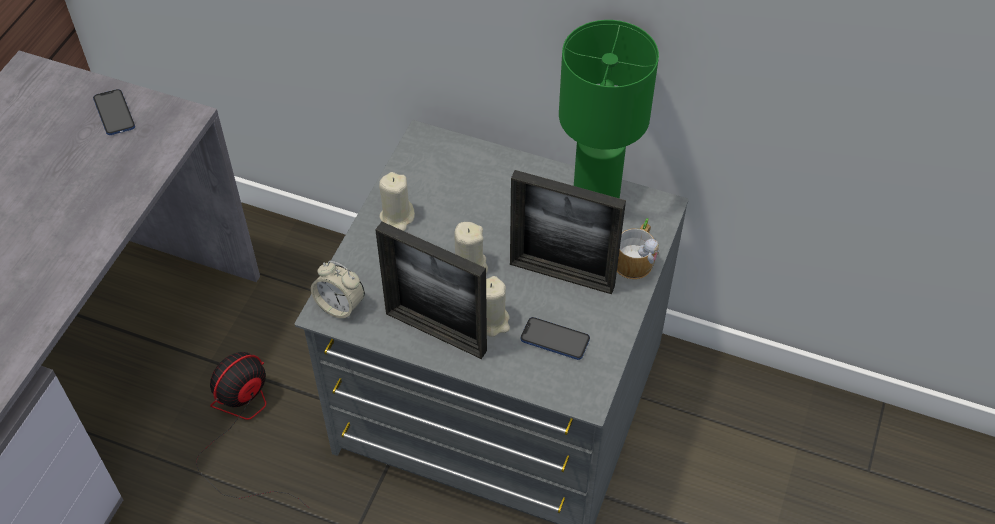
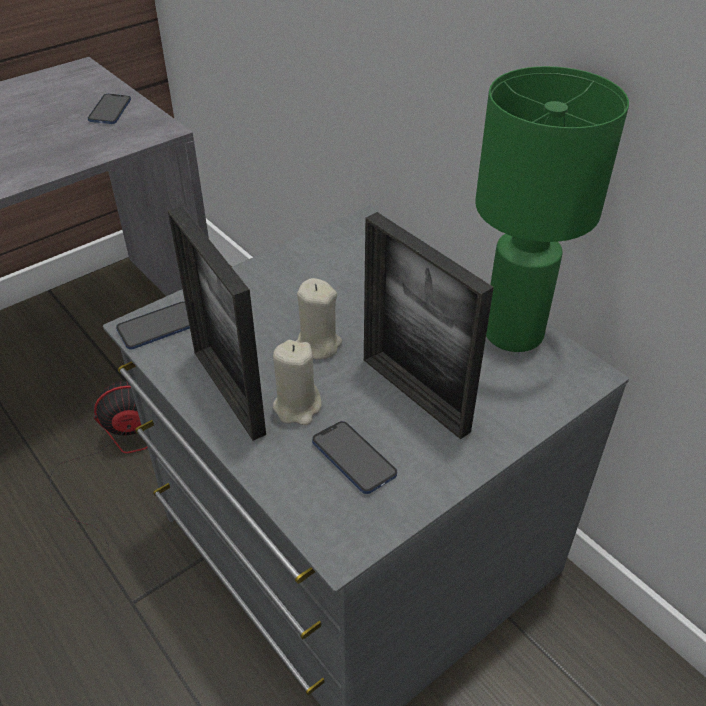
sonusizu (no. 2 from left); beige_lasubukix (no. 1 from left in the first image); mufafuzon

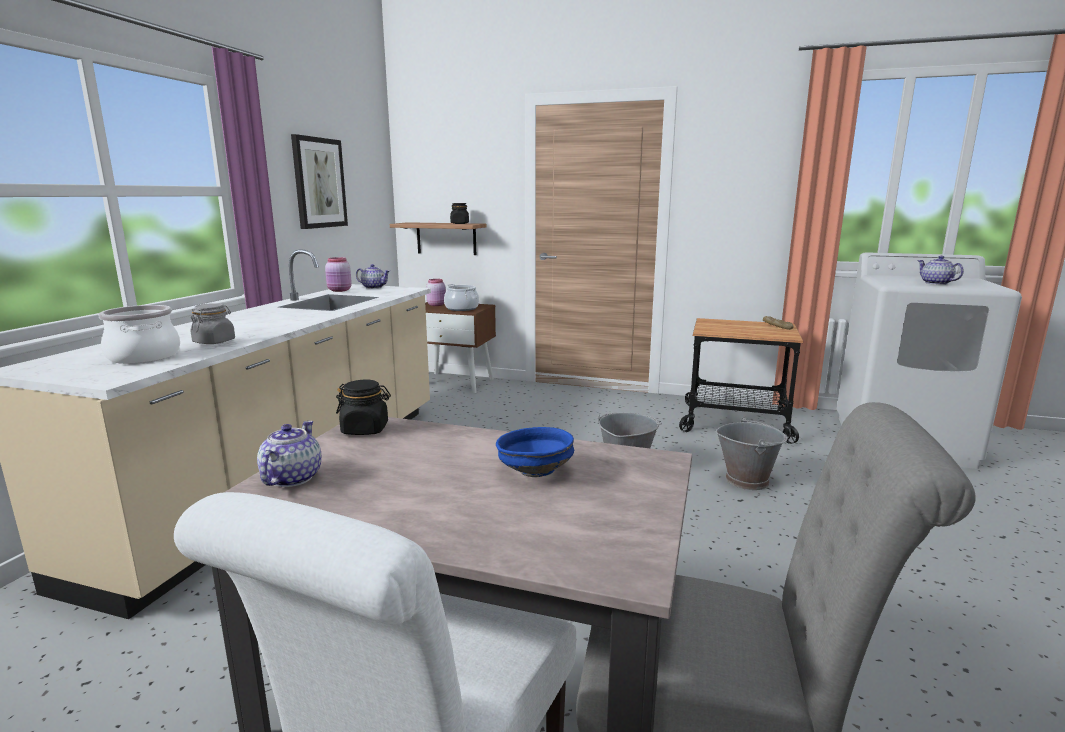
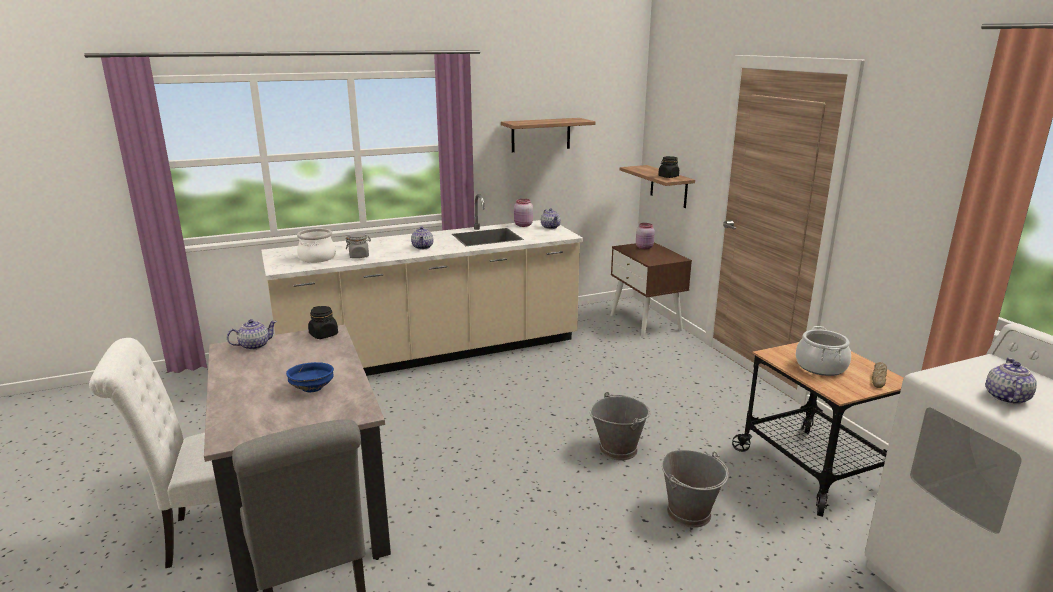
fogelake (no. 2 from left); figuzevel (no. 1 from left); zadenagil (no. 2 from left)

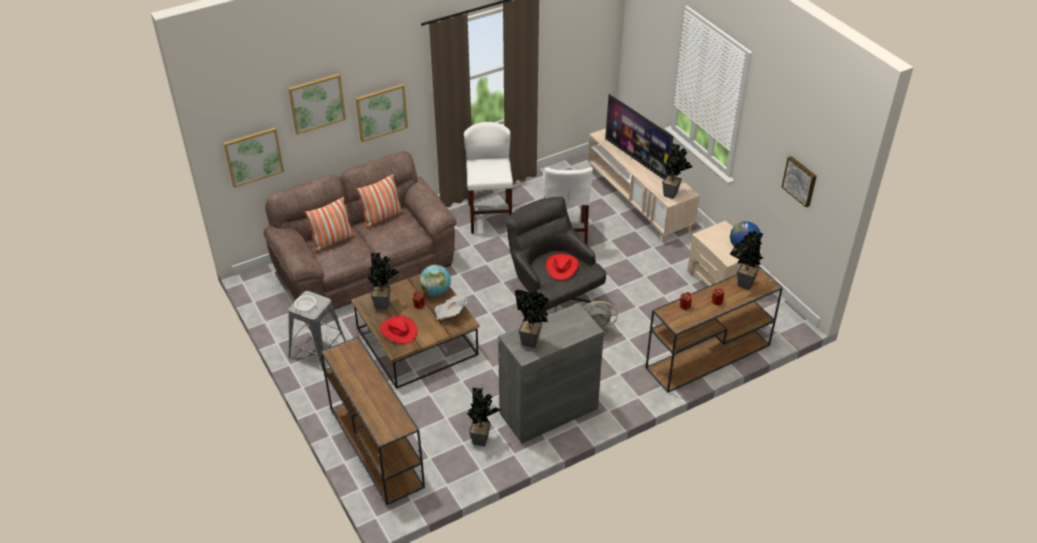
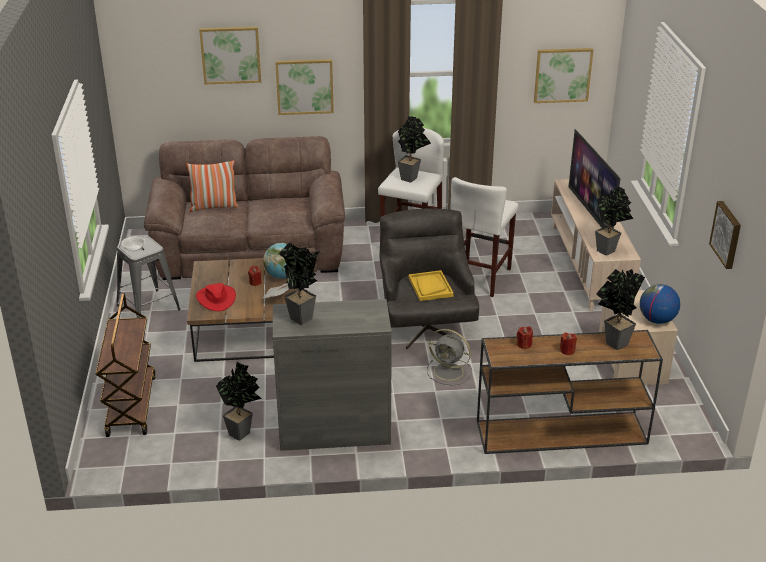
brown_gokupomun; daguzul (no. 3 from left); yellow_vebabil; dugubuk (no. 3 from left); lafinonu (no. 2 from left in the first image)

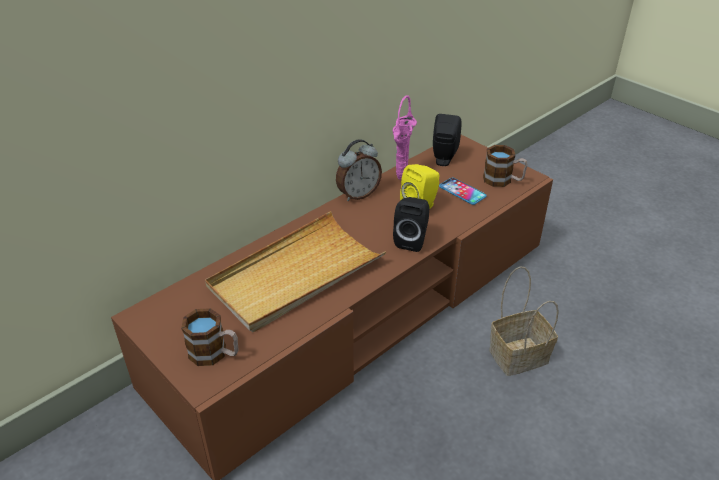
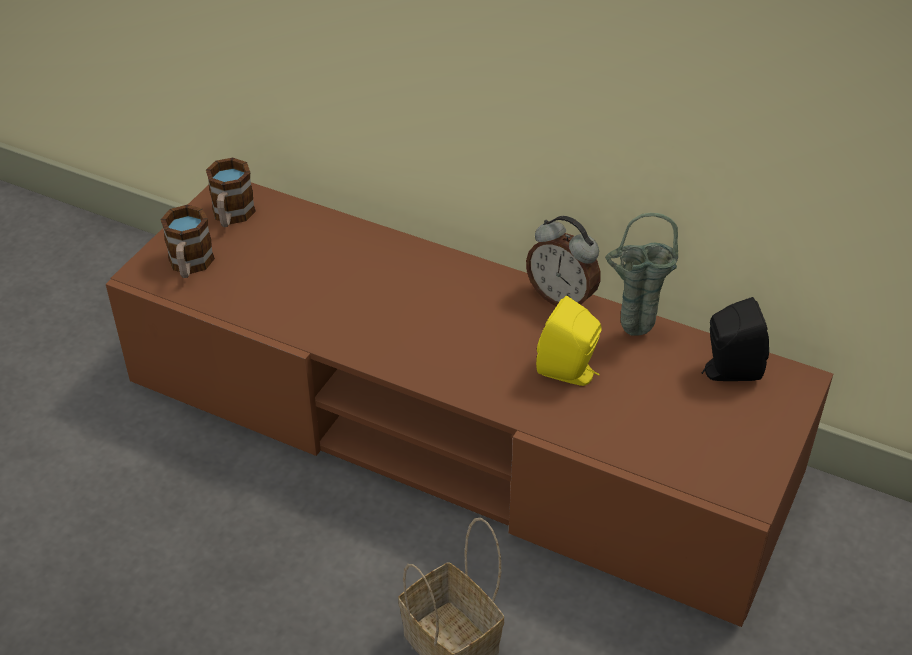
mufafuzon (no. 2 from left); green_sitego; beige_vebabil; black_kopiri (no. 1 from left in the first image); sonusizu

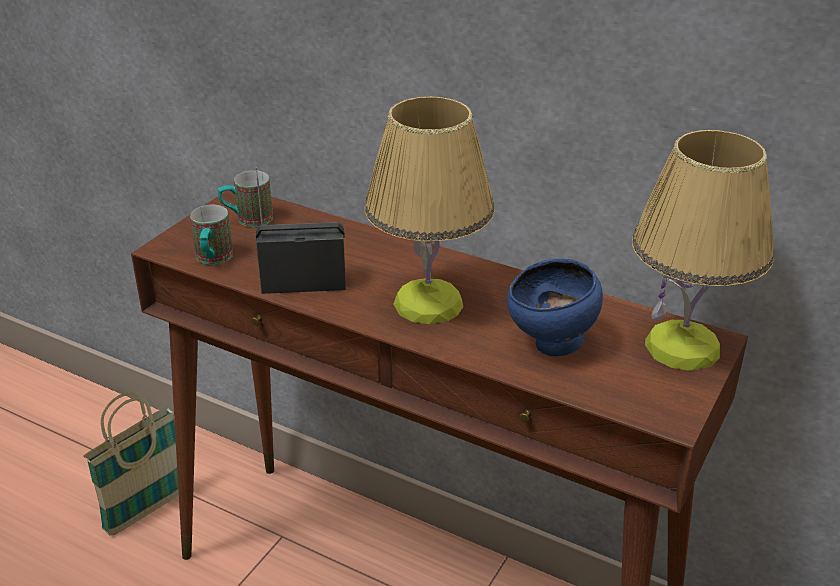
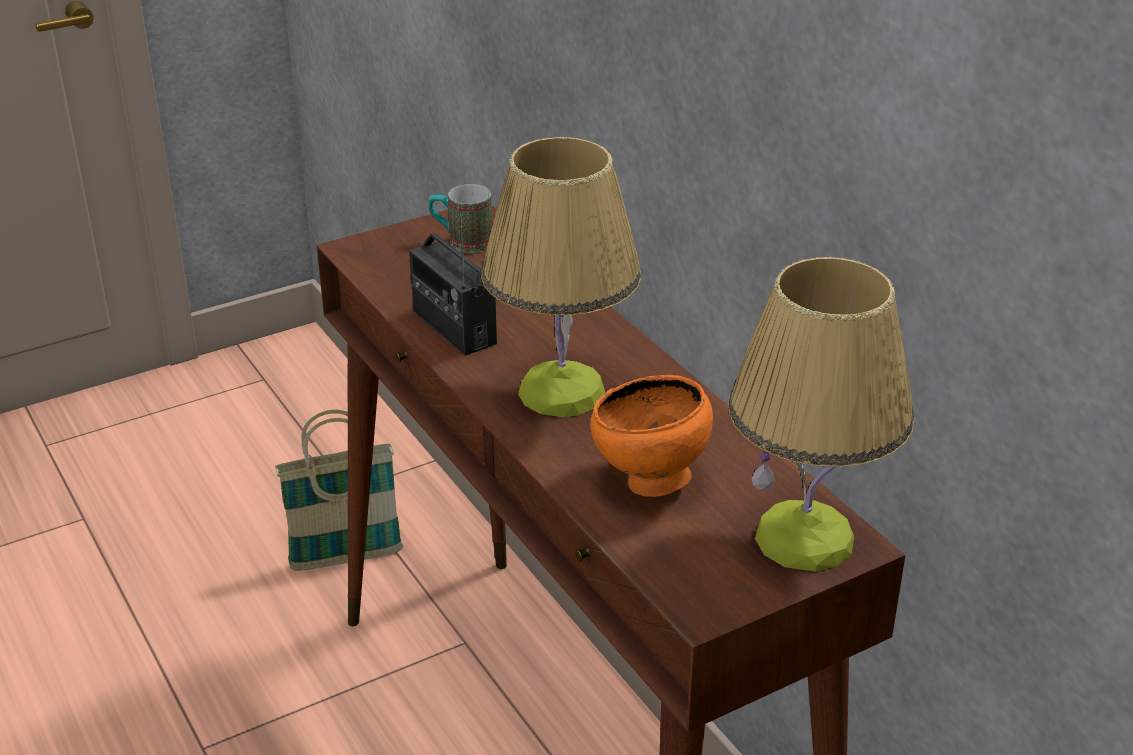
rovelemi; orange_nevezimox; mufafuzon (no. 1 from left in the first image)

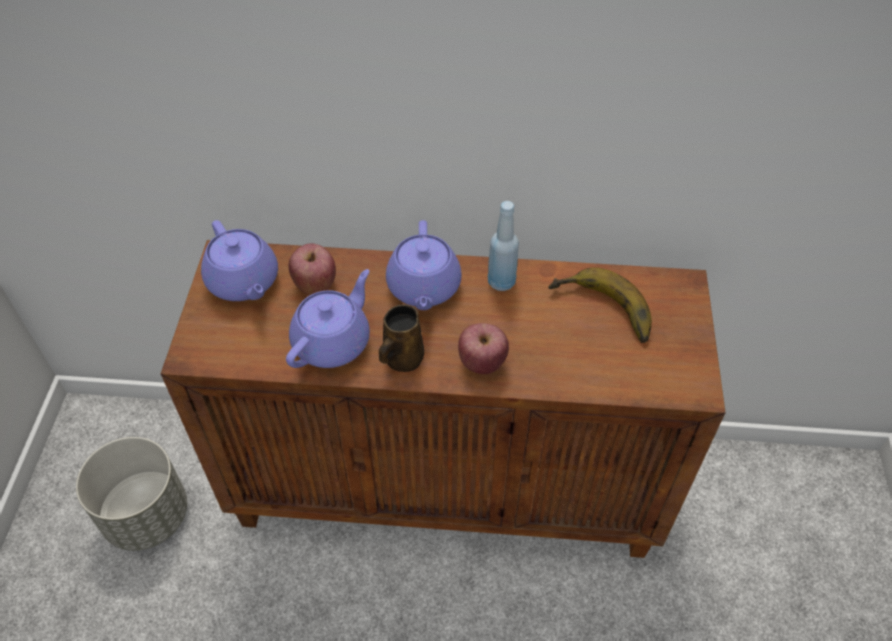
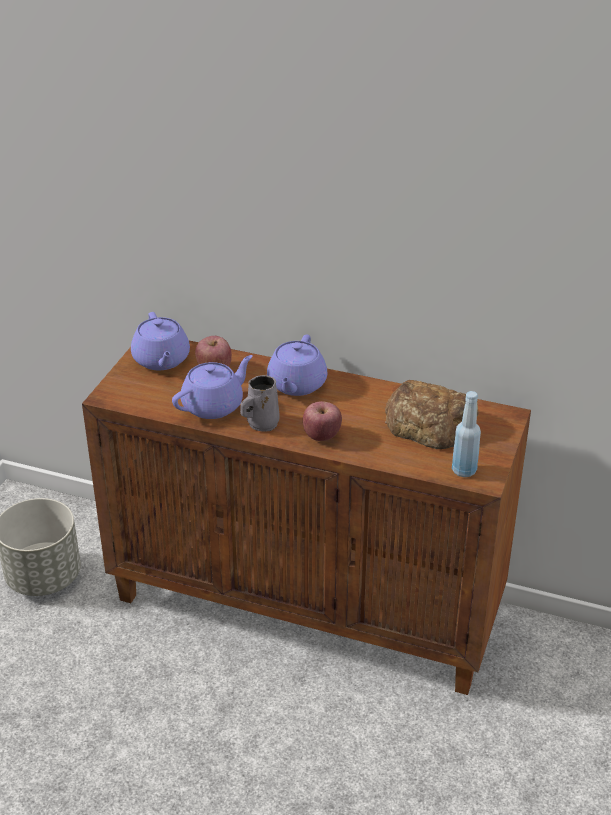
grey_mufafuzon; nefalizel; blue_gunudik

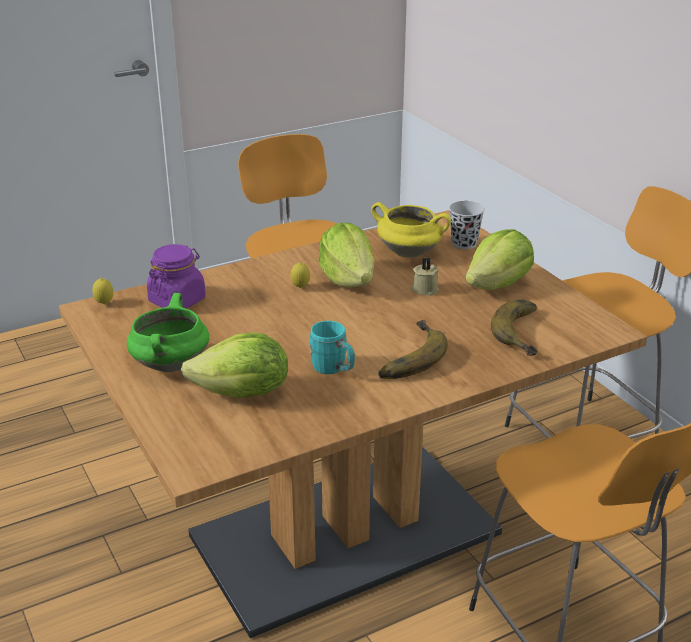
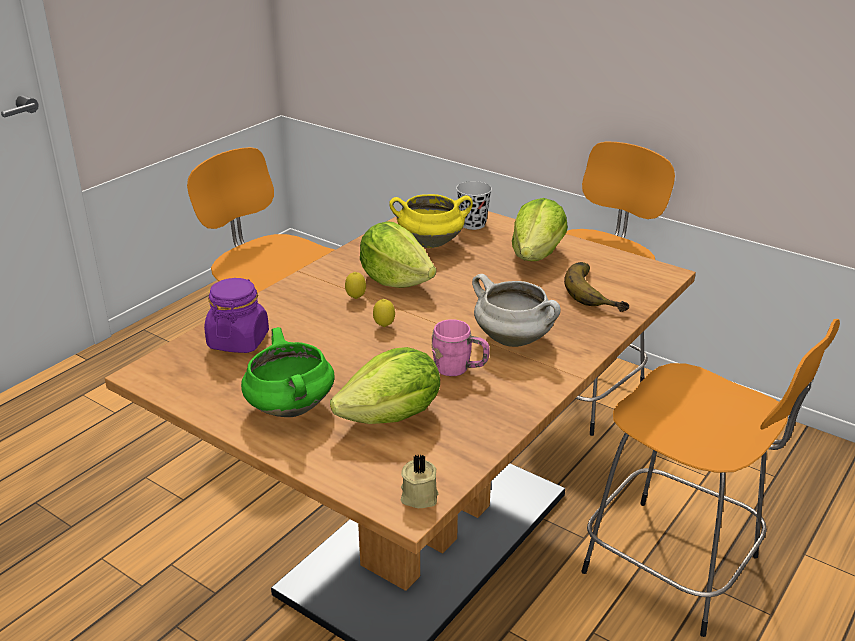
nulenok (no. 2 from left); beige_lasubukix; pink_mufafuzon; white_zadenagil

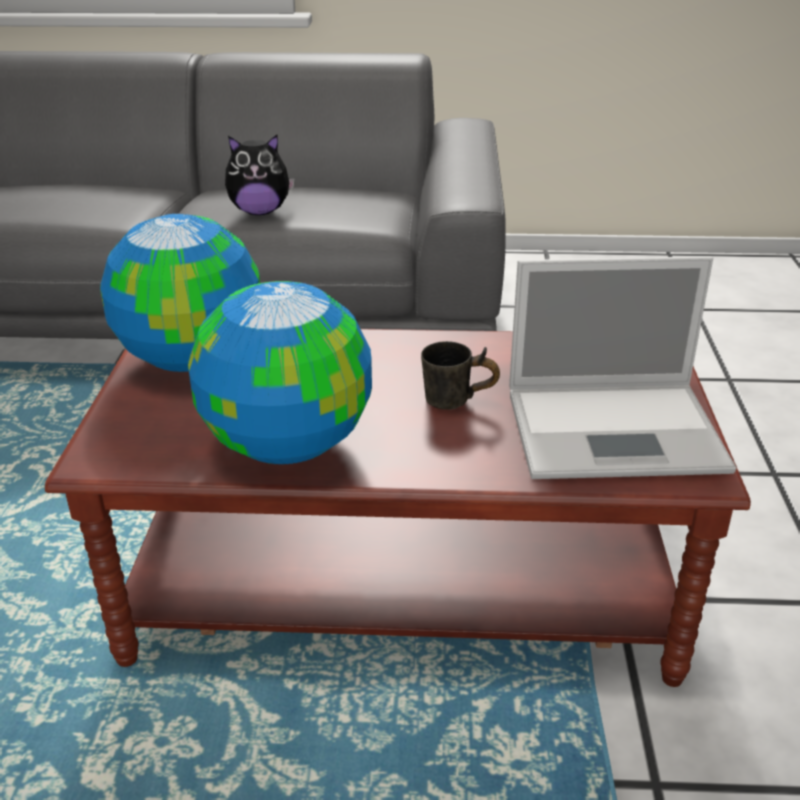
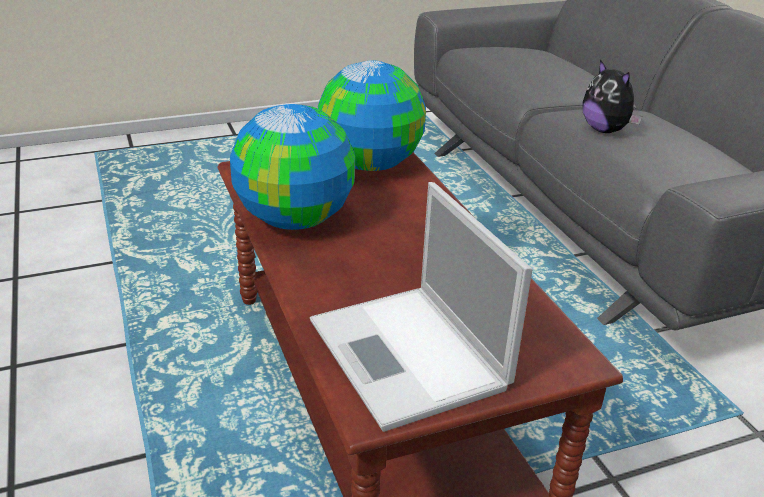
grey_mufafuzon

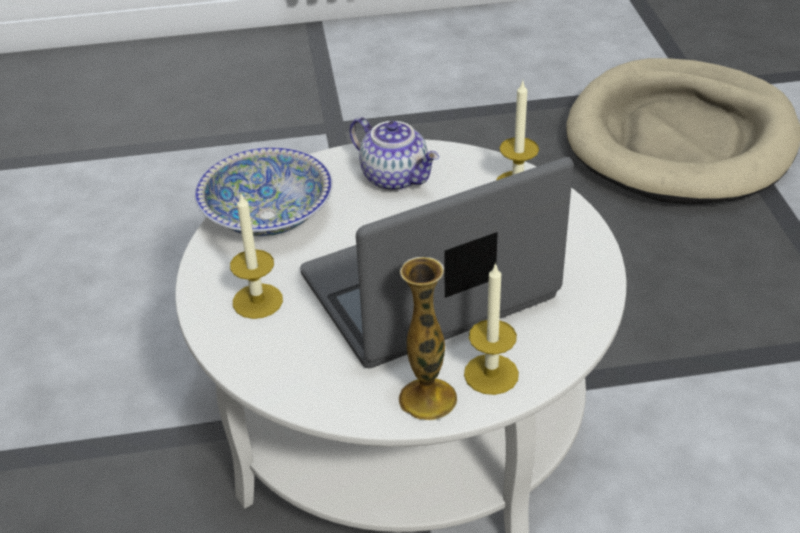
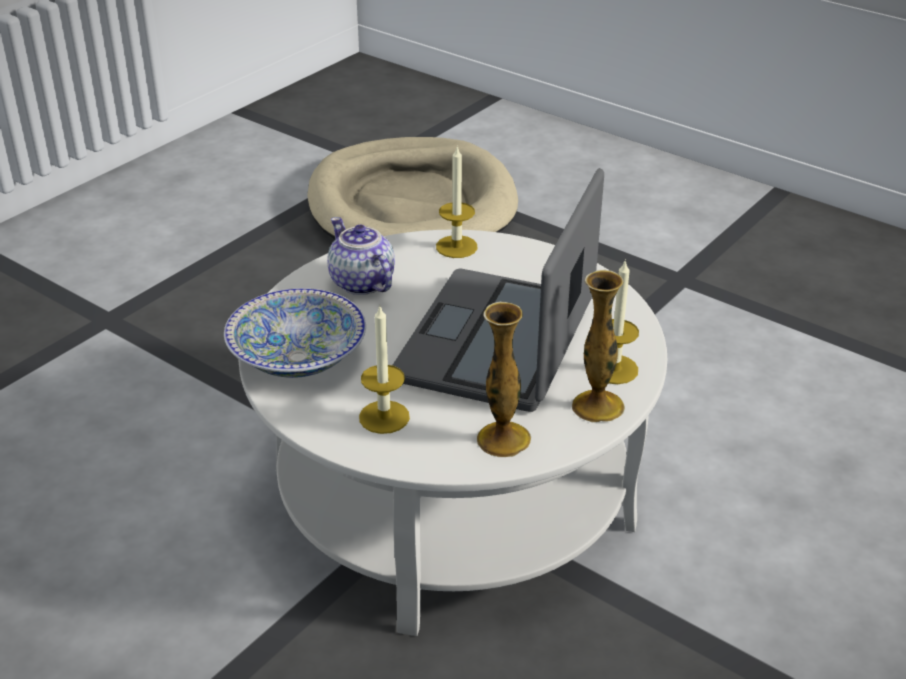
fogelake; sitego (no. 1 from left)

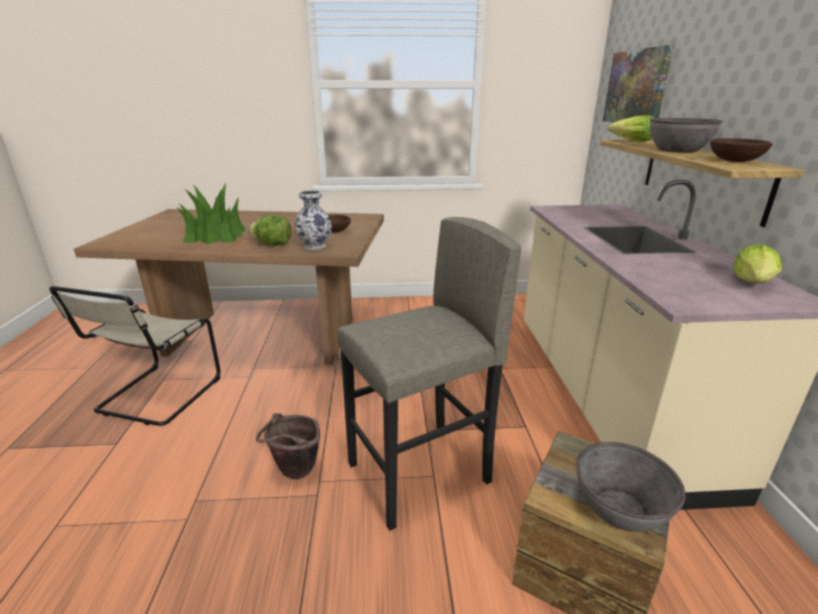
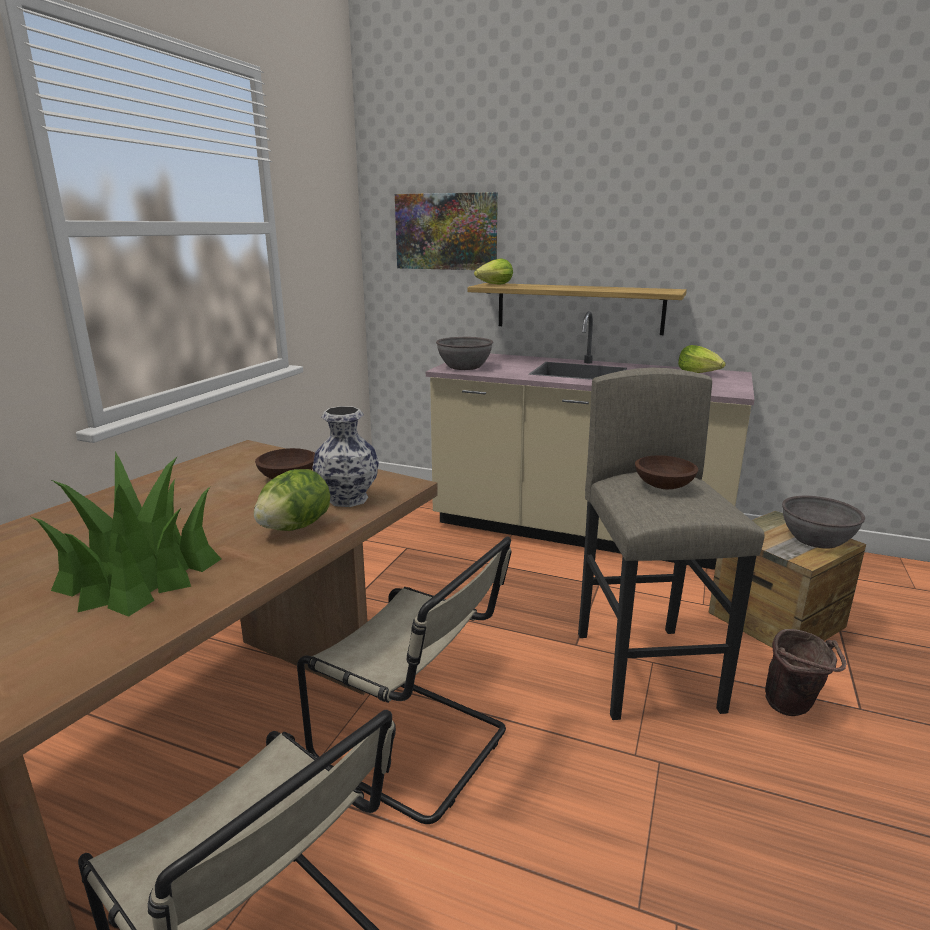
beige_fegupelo (no. 2 from left); grey_nevezimox (no. 1 from left); brown_nevezimox (no. 2 from left); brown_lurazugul

